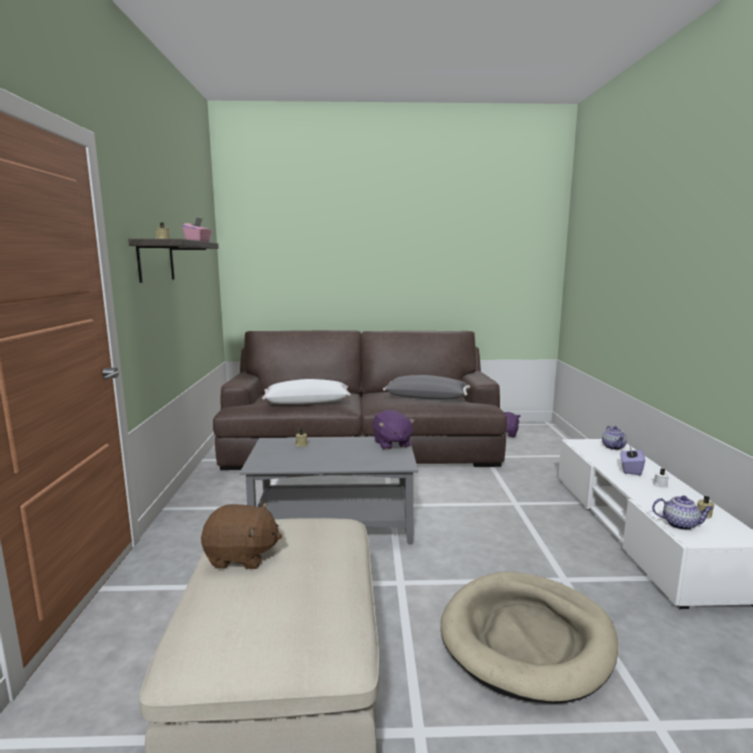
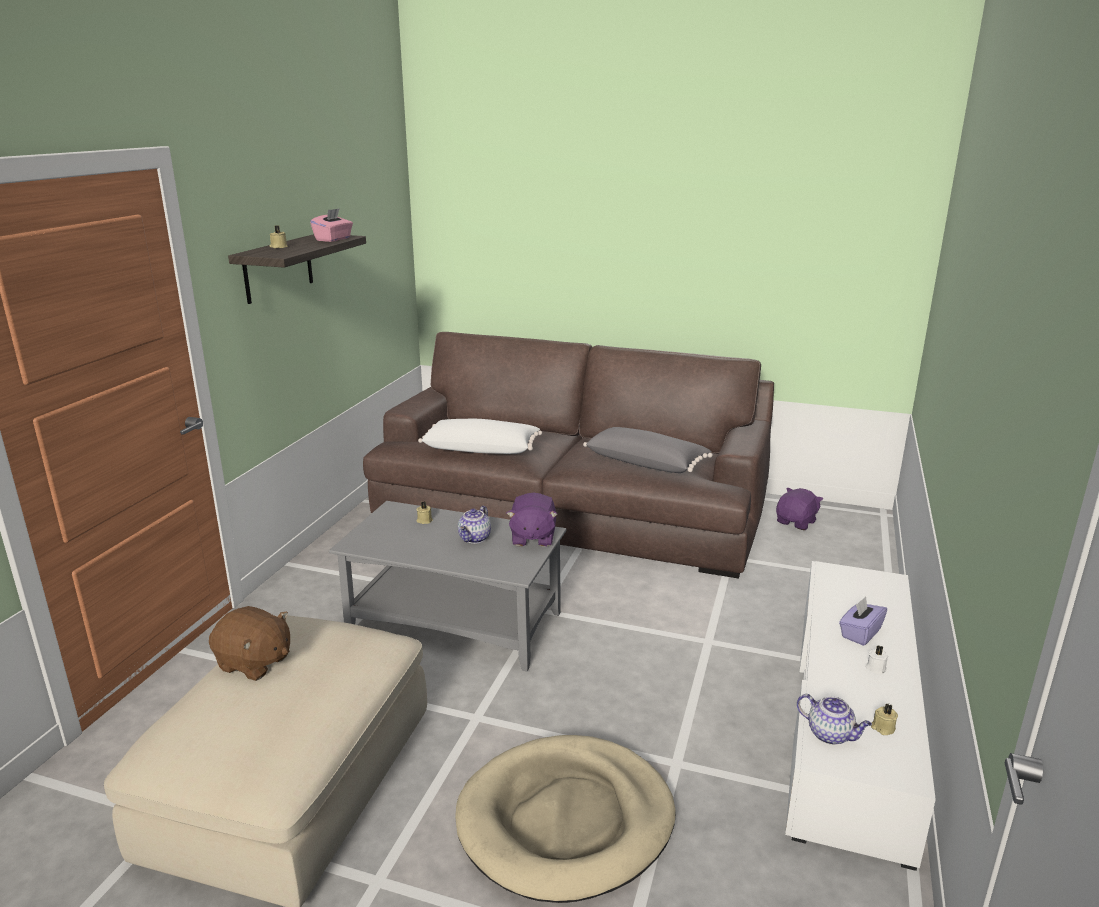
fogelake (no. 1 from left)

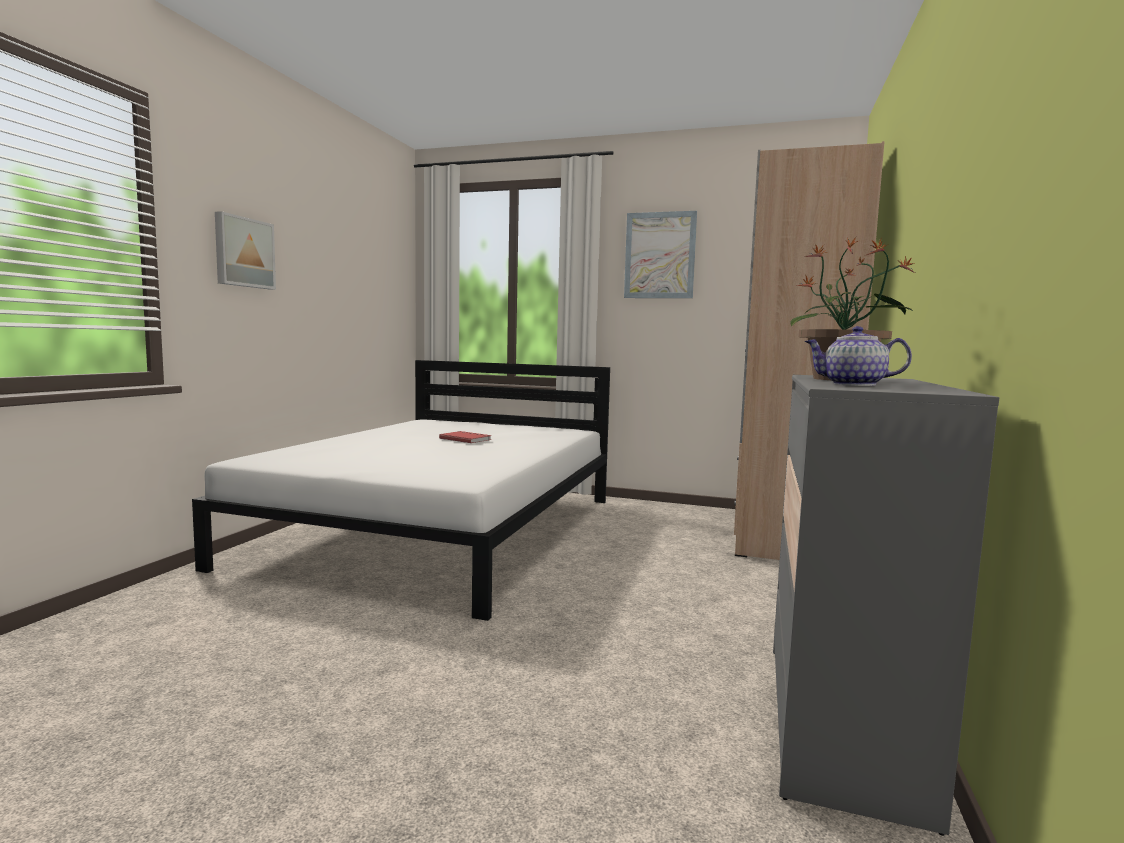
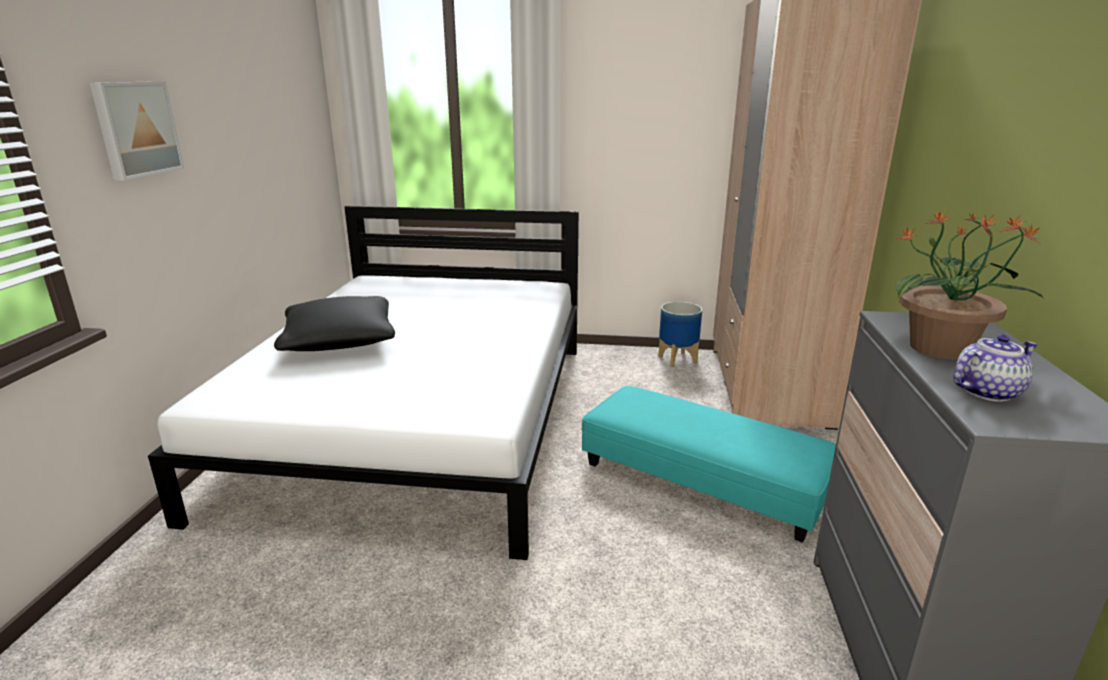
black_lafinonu; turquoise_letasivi; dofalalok; fogelake; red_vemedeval; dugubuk (no. 2 from left in the first image)

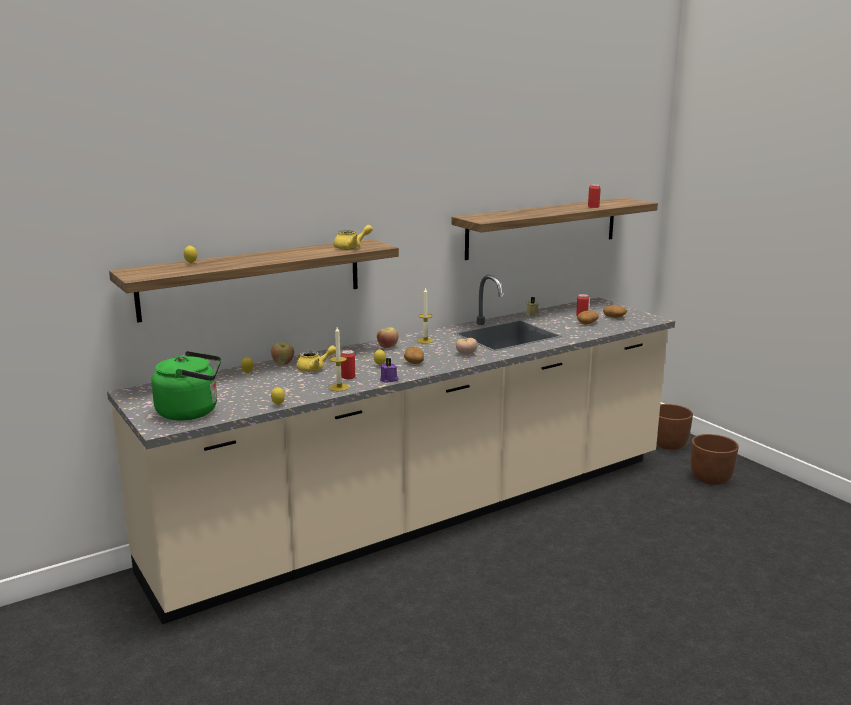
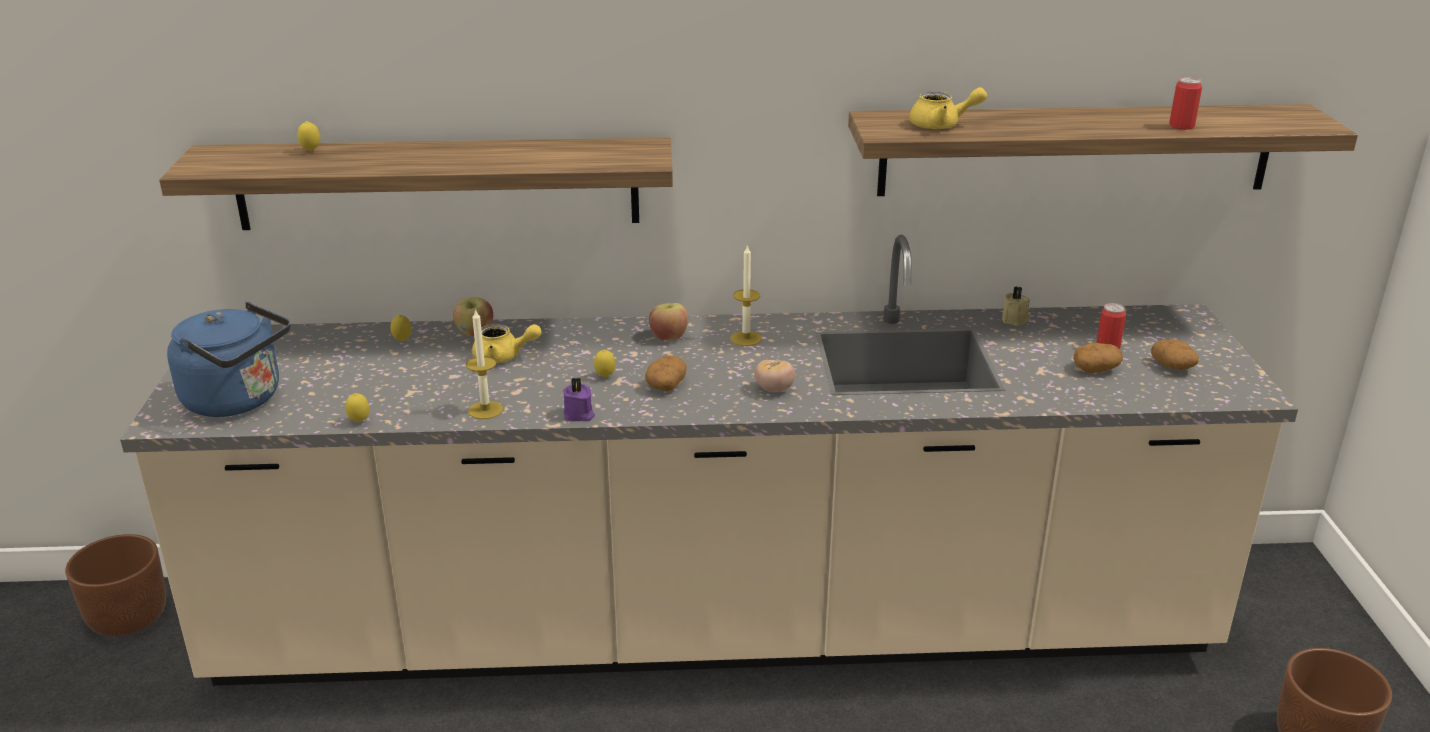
brown_dofalalok (no. 1 from left); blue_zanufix; yellow_fogelake (no. 2 from left); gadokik (no. 1 from left in the first image)

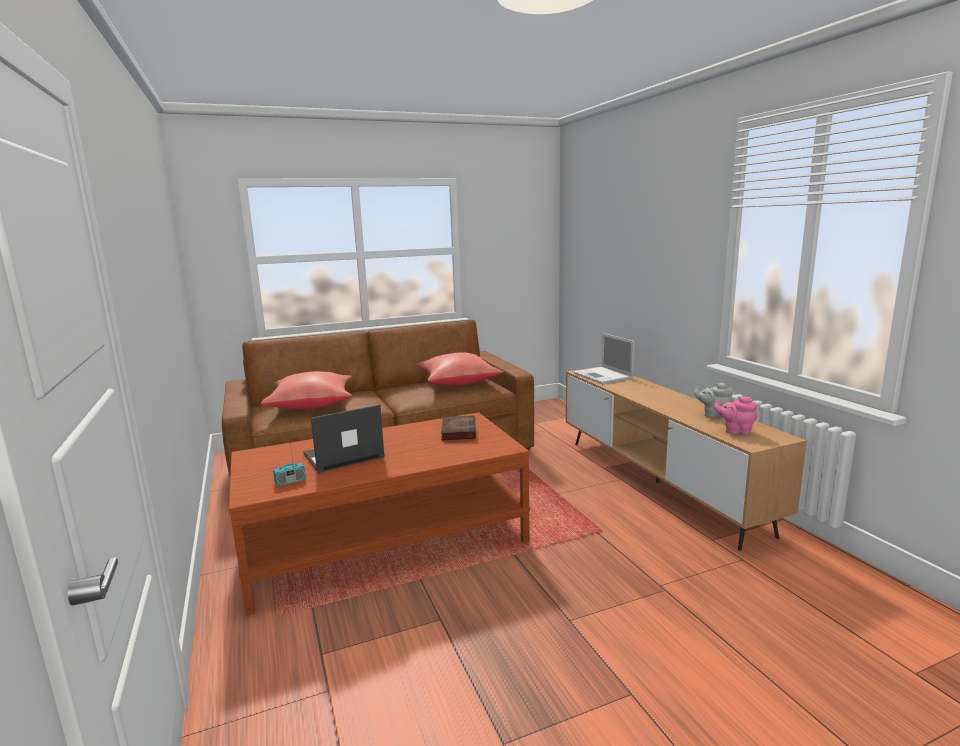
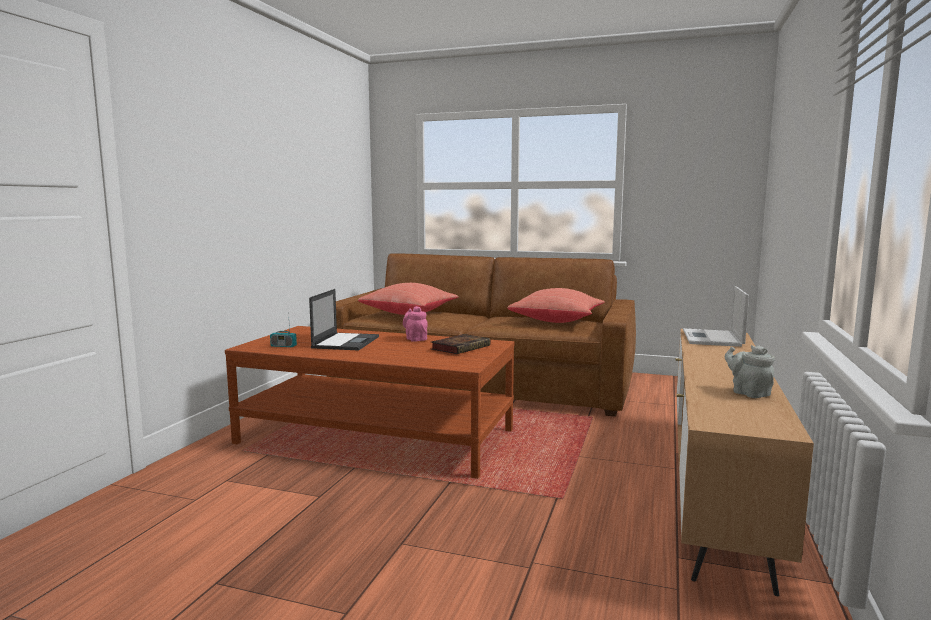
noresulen (no. 1 from left); pink_fogelake

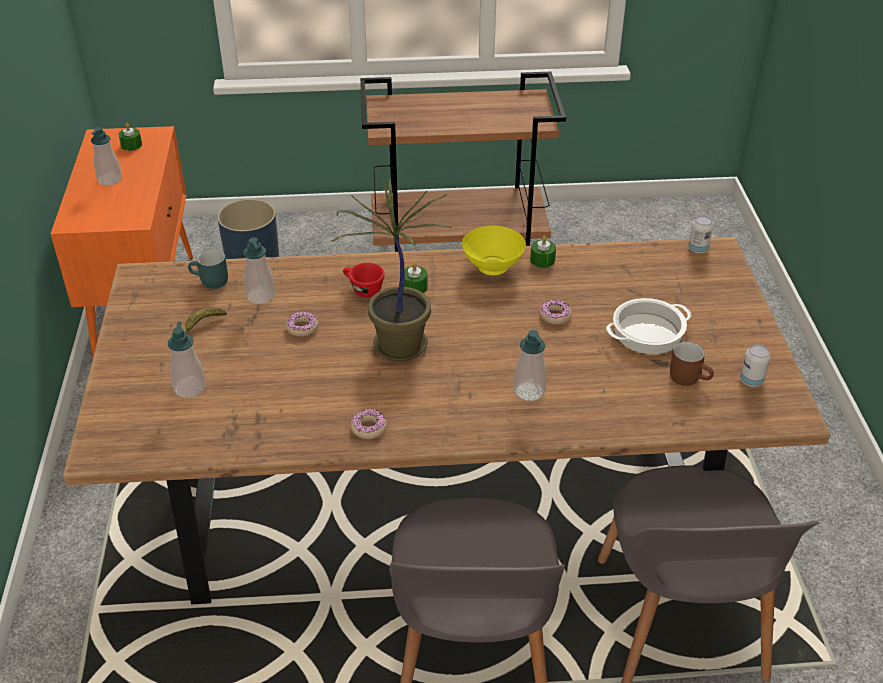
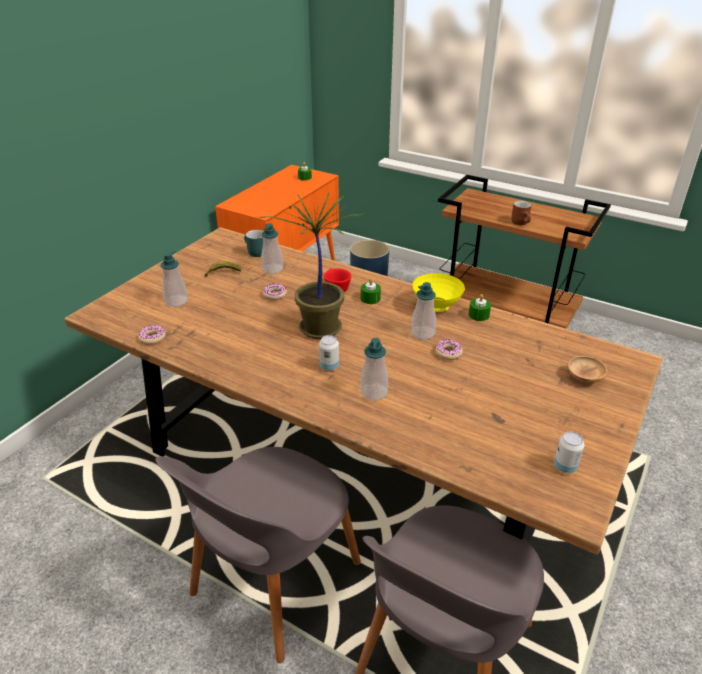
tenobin (no. 1 from left); gadokik (no. 1 from left); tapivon (no. 4 from left); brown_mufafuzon; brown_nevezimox; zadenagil

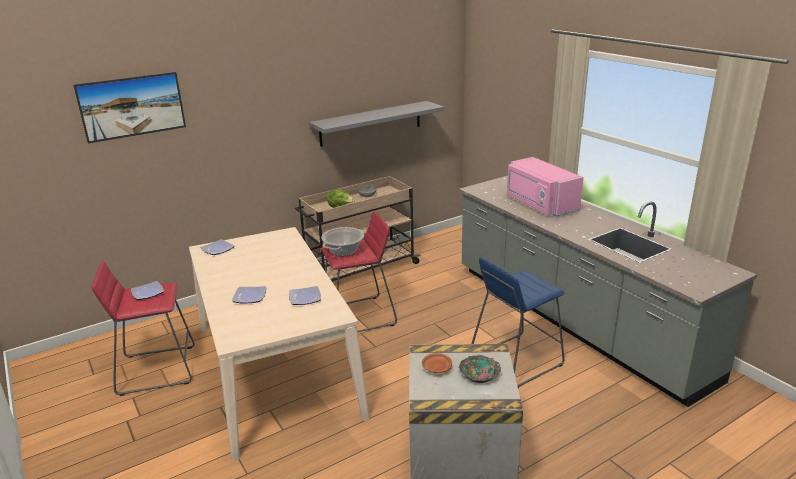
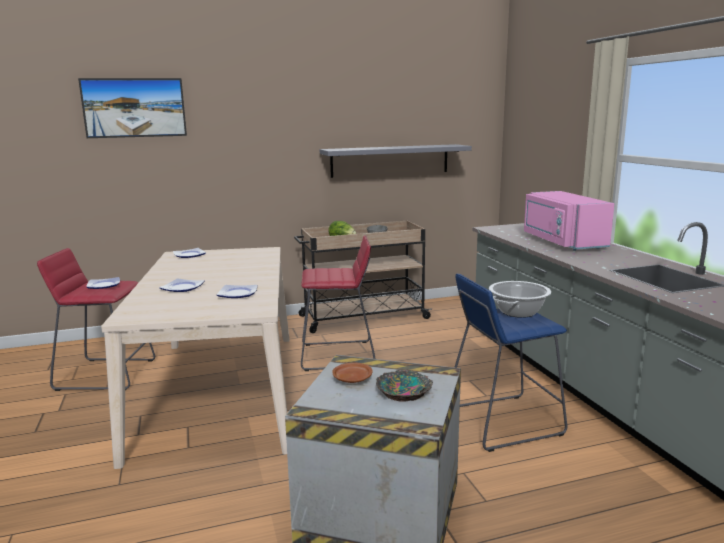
zadenagil

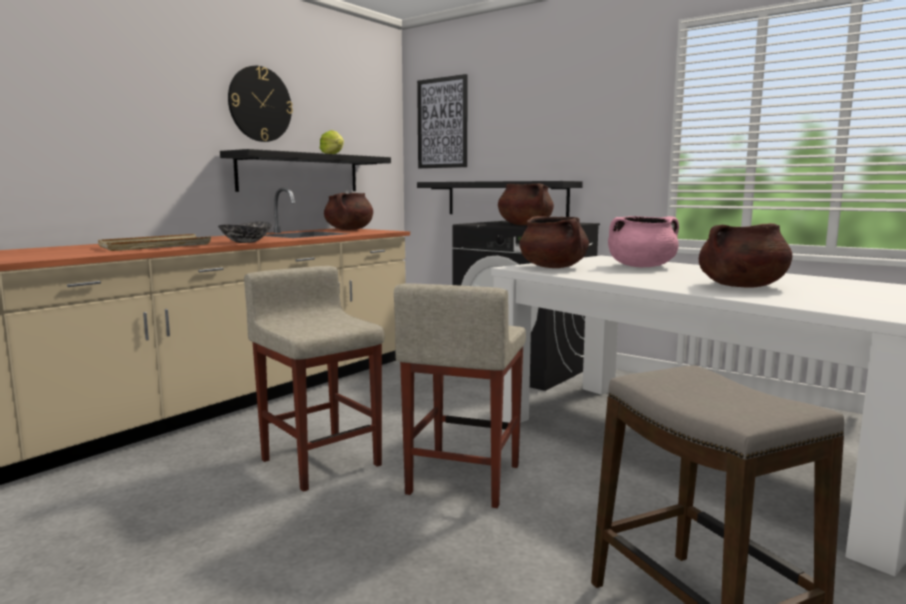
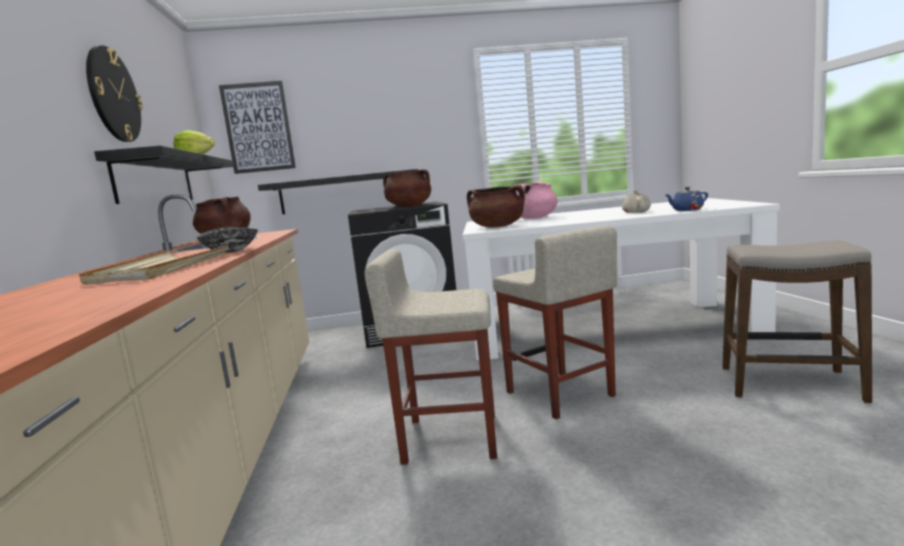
beige_fogelake; blue_fogelake

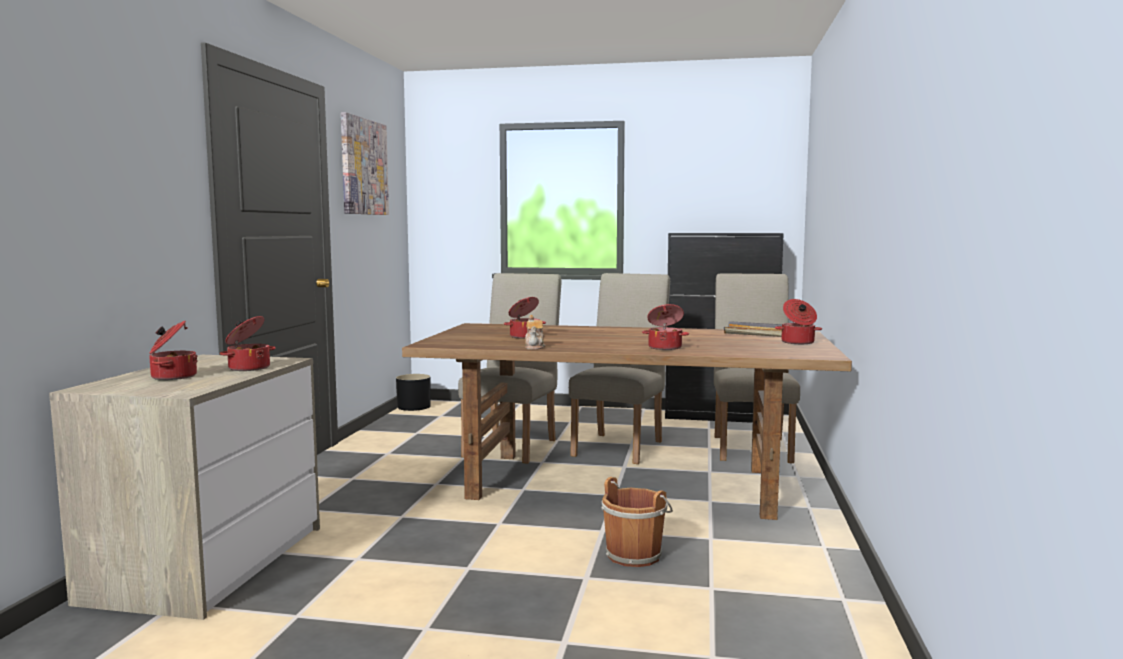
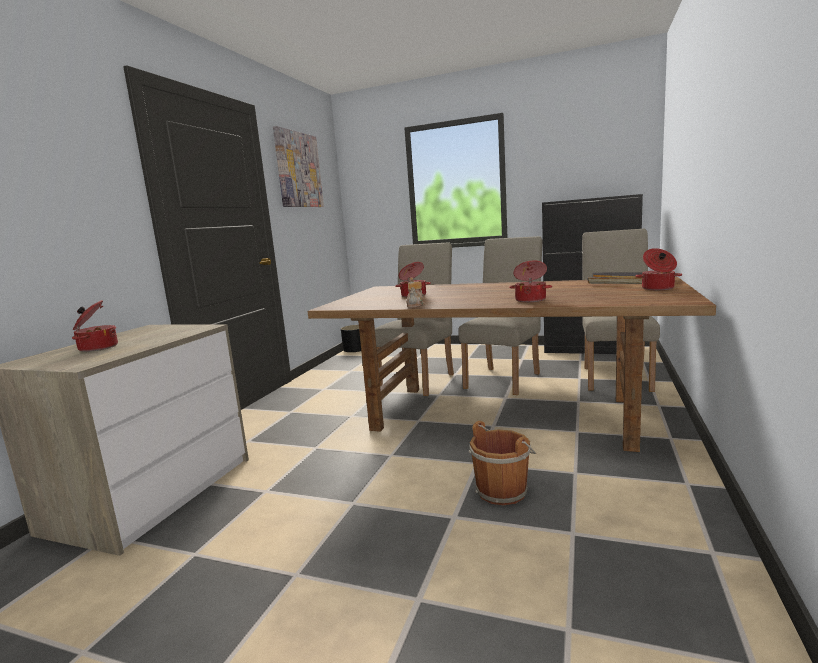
zadenagil (no. 2 from left in the first image)

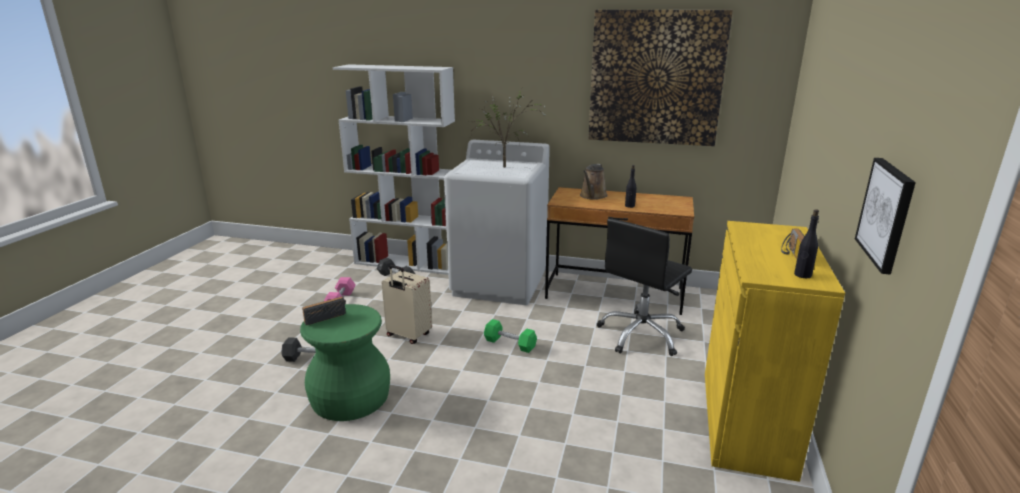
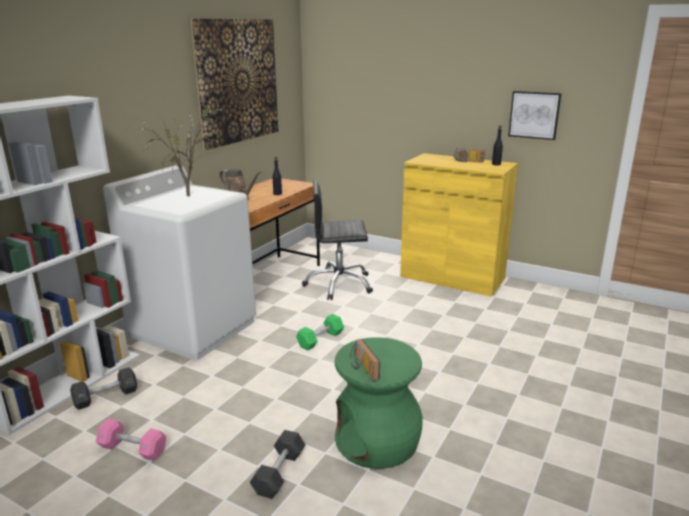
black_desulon; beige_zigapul

